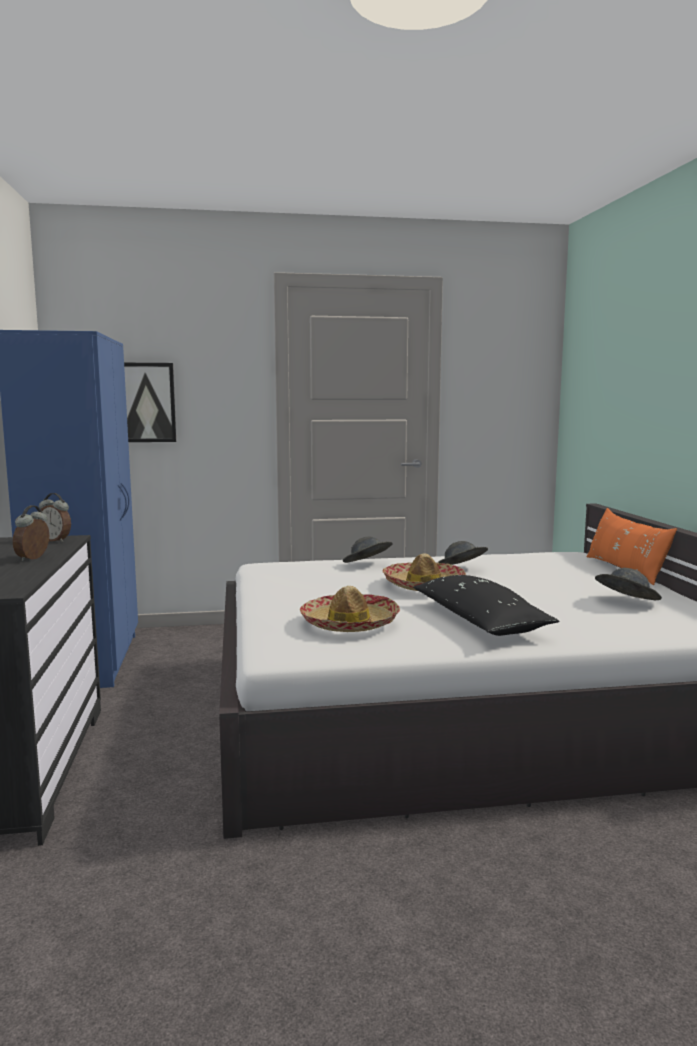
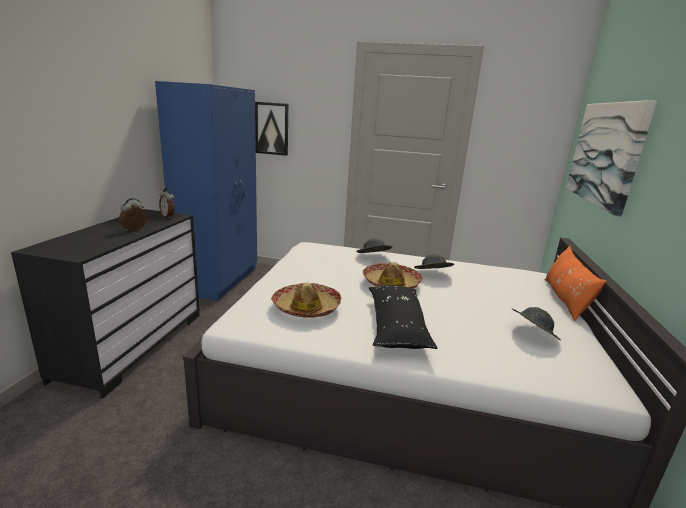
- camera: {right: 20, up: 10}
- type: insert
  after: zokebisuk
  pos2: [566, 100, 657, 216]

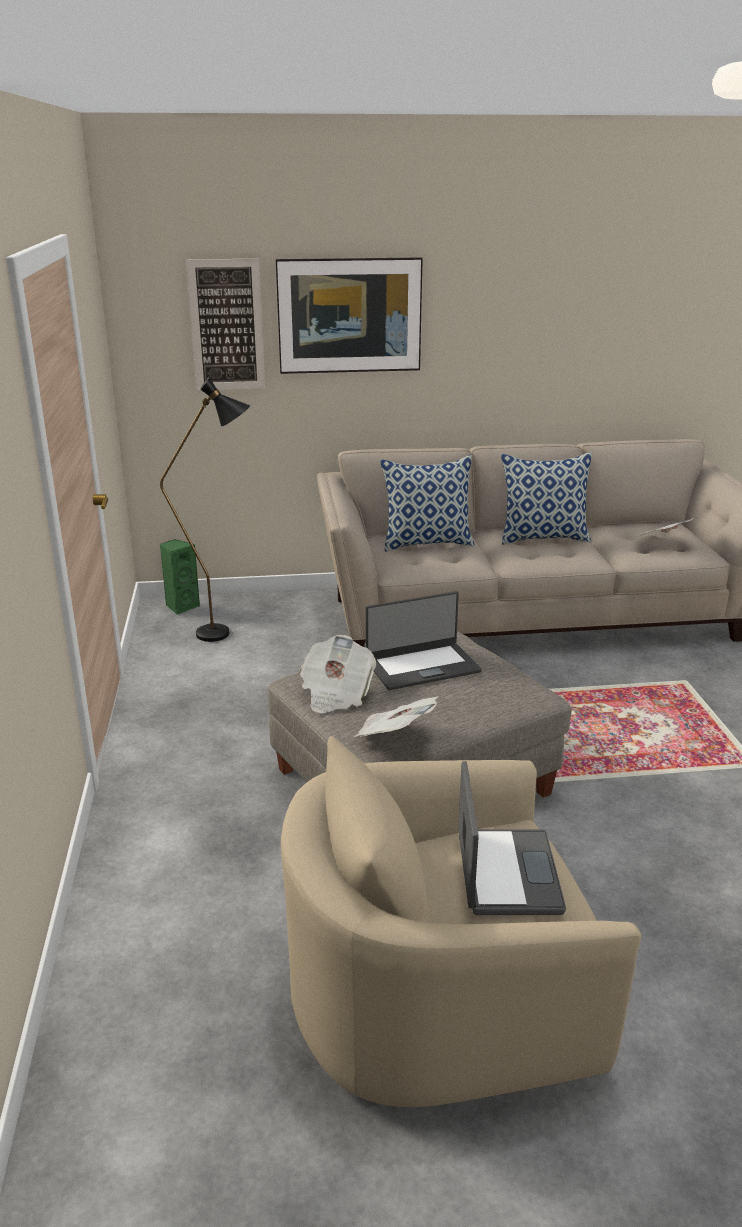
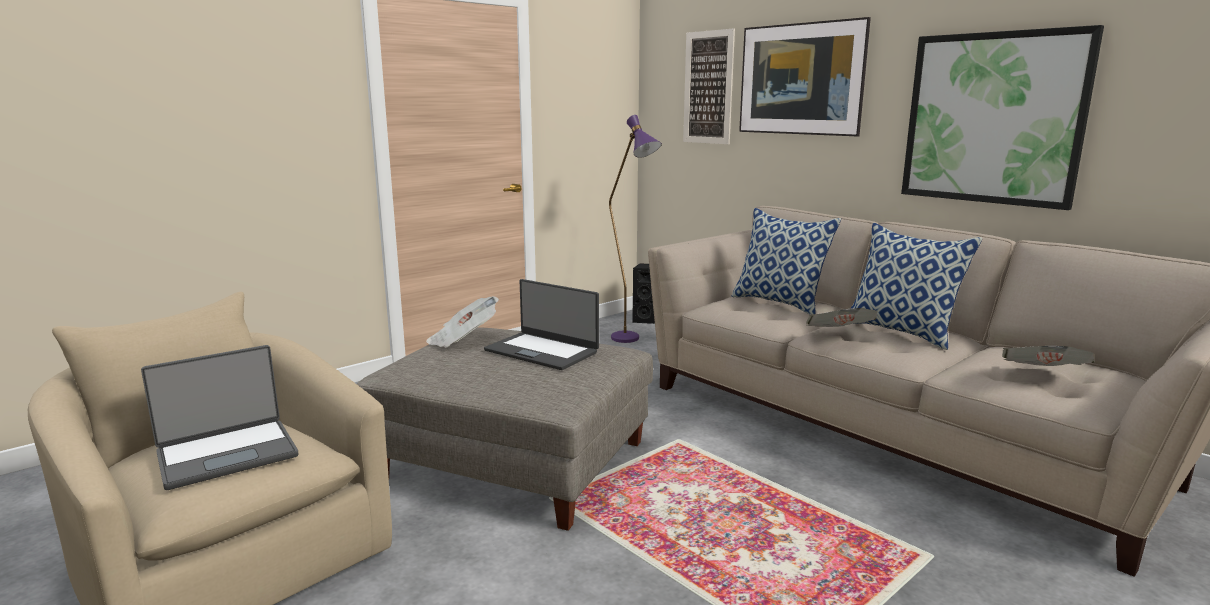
- camera: {right: 55, up: -10}
- type: recolor
  before: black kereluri
  after: purple kereluri
  pos1: [160, 377, 251, 642]
  pos2: [609, 115, 662, 343]
- type: recolor
  before: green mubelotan
  after: black mubelotan
  pos1: [160, 539, 200, 615]
  pos2: [632, 263, 655, 324]
- type: move
  before: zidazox
  pos1: [354, 697, 438, 737]
  pos2: [806, 308, 878, 327]
- type: insert
  after: zokebisuk
  pos2: [901, 25, 1104, 210]

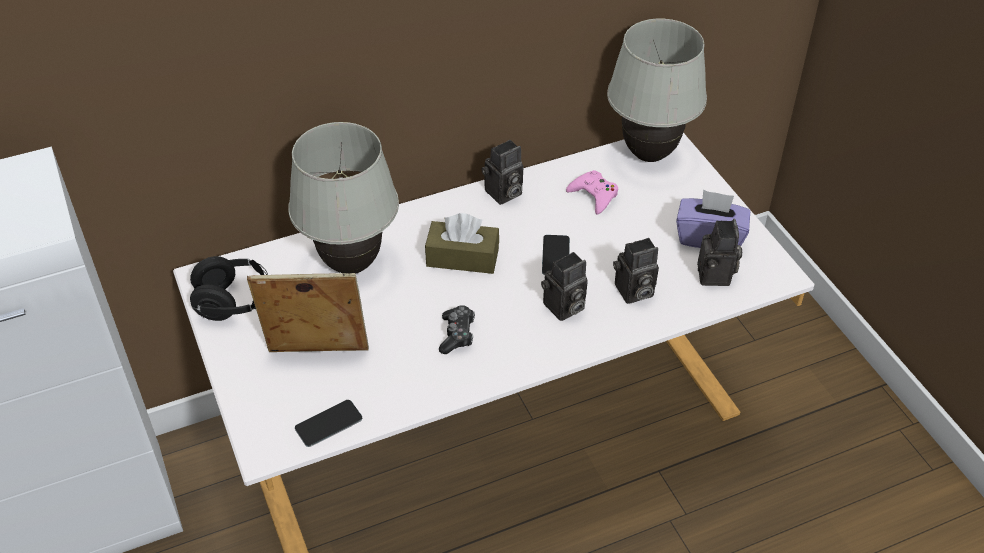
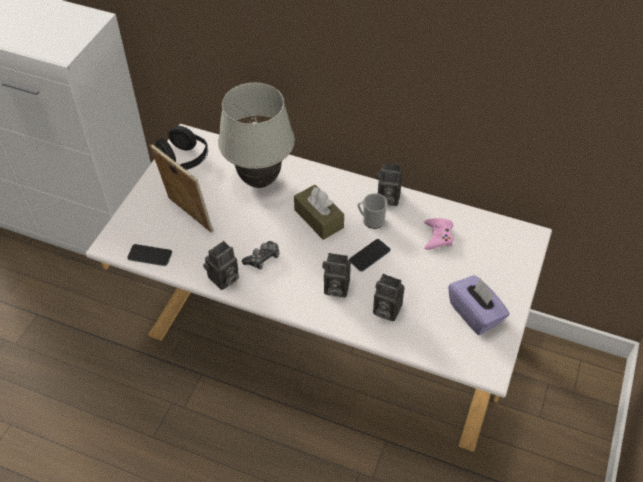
- camera: {right: 45, up: 5}
- type: delete
  before: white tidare
  pos1: [607, 19, 707, 162]
- type: move
  before: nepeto
  pos1: [697, 219, 742, 286]
  pos2: [203, 241, 239, 290]
- type: insert
  after: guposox
  pos2: [357, 193, 388, 229]

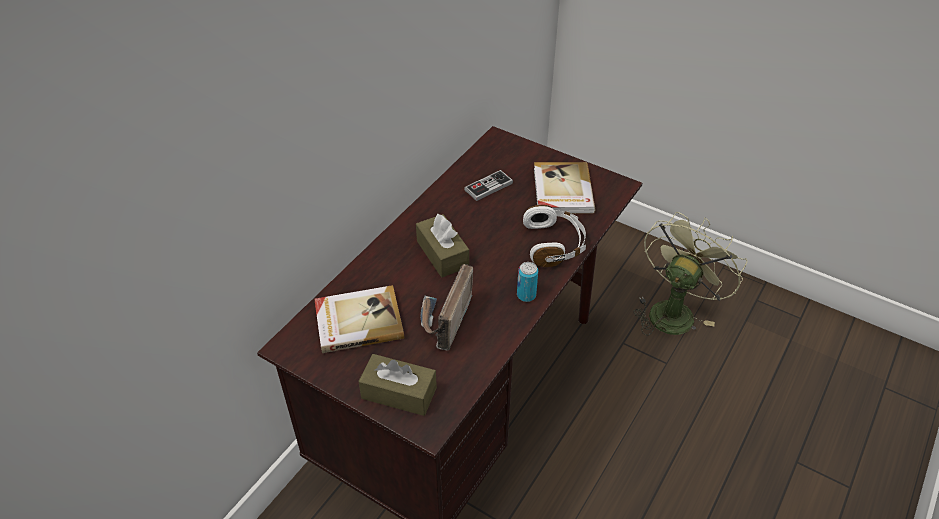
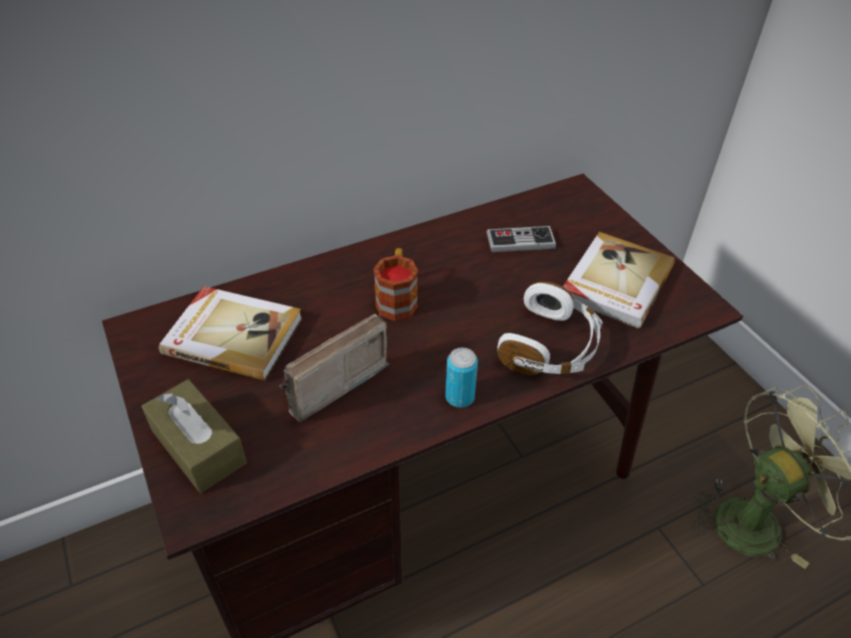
- camera: {right: 30, up: 0}
- type: replace
  before: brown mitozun
  after: guposox
  pos1: [416, 214, 469, 277]
  pos2: [373, 248, 418, 321]

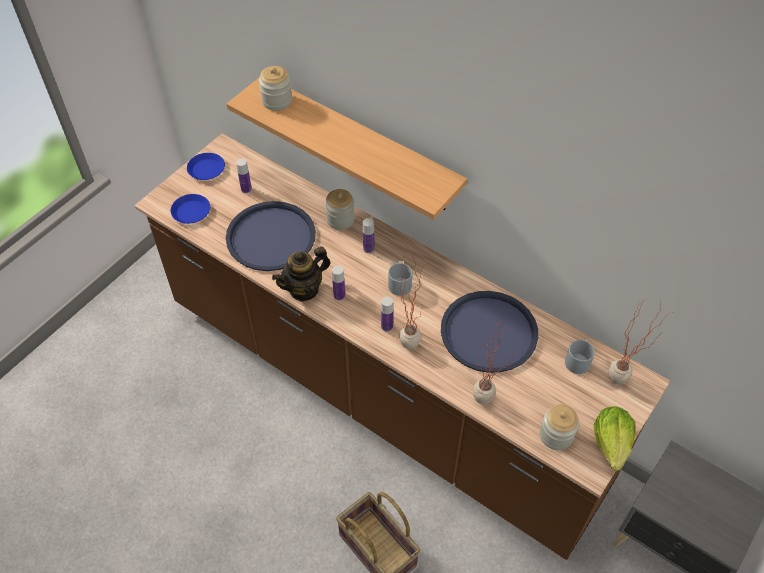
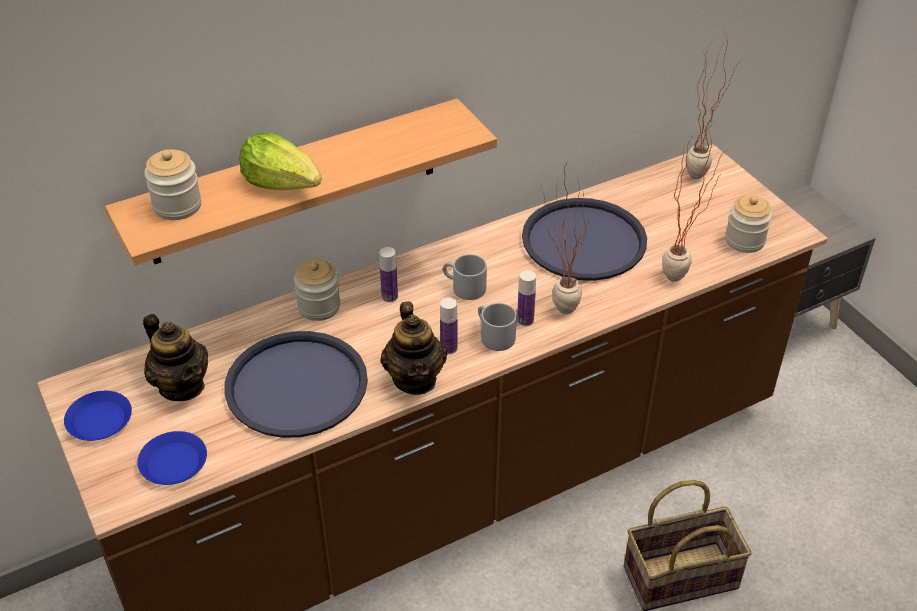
- camera: {right: -65, up: -10}
- type: replace
  before: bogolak
  after: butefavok
  pos1: [236, 159, 252, 194]
  pos2: [143, 314, 208, 401]
- type: move
  before: grey guposox
  pos1: [565, 338, 595, 374]
  pos2: [478, 303, 517, 351]
- type: move
  before: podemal
  pos1: [594, 406, 636, 471]
  pos2: [239, 133, 322, 190]

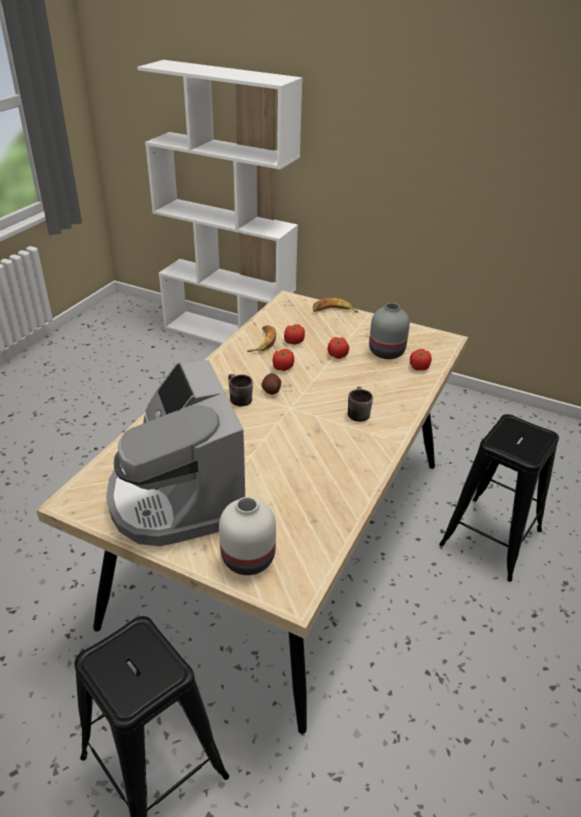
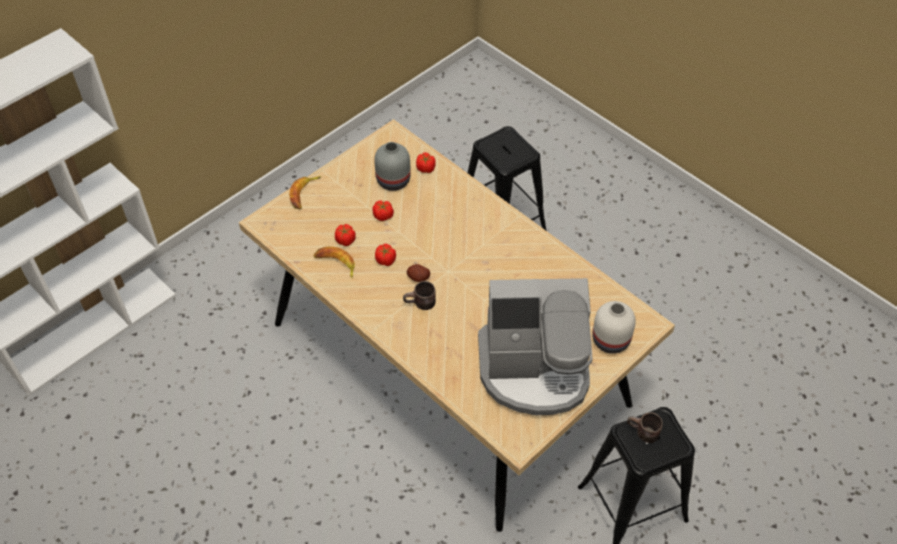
- camera: {right: -70, up: 15}
- type: move
  before: brown guposox
  pos1: [348, 386, 373, 422]
  pos2: [627, 412, 663, 443]

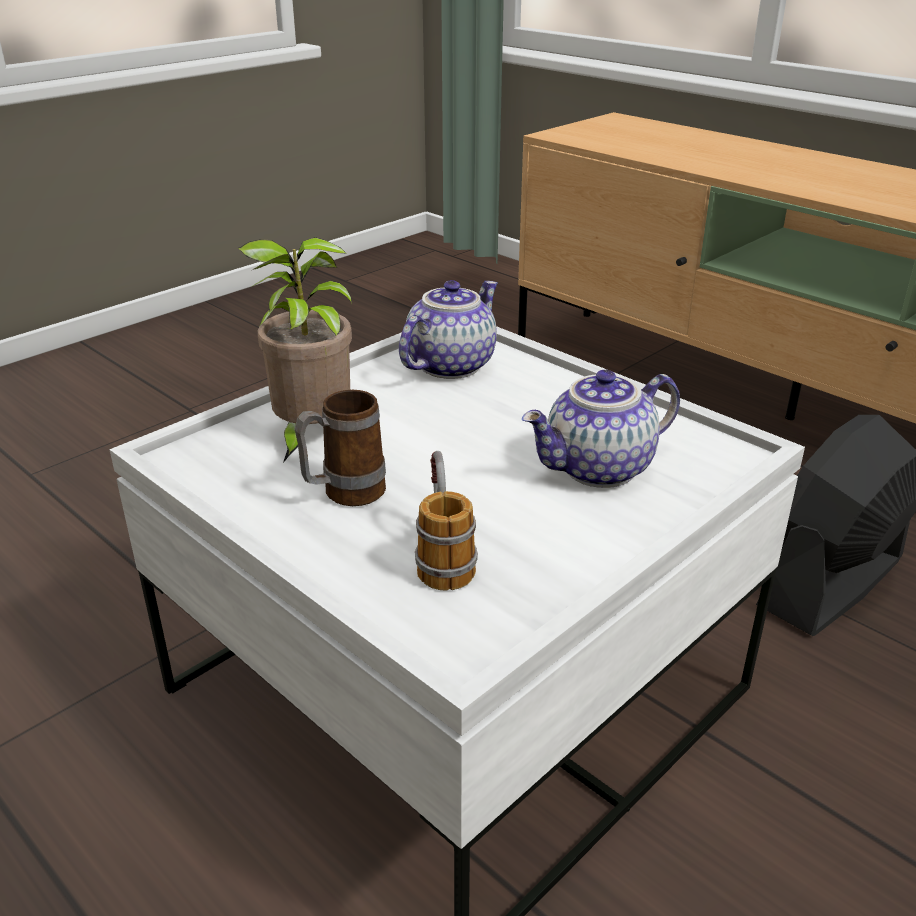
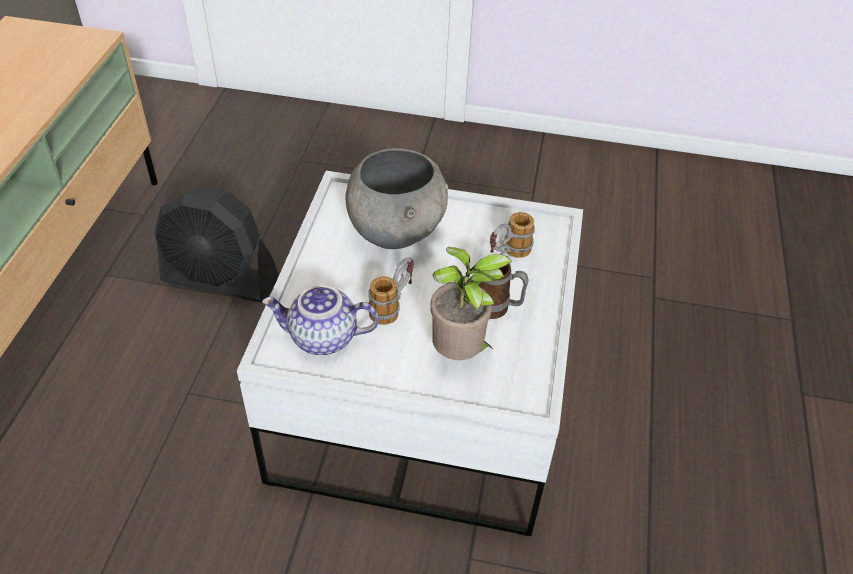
- camera: {right: -125, up: 15}
- type: replace
  before: butefavok
  after: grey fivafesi
  pos1: [522, 370, 680, 488]
  pos2: [345, 148, 448, 249]
- type: insert
  after: guposox
  pos2: [368, 258, 414, 325]

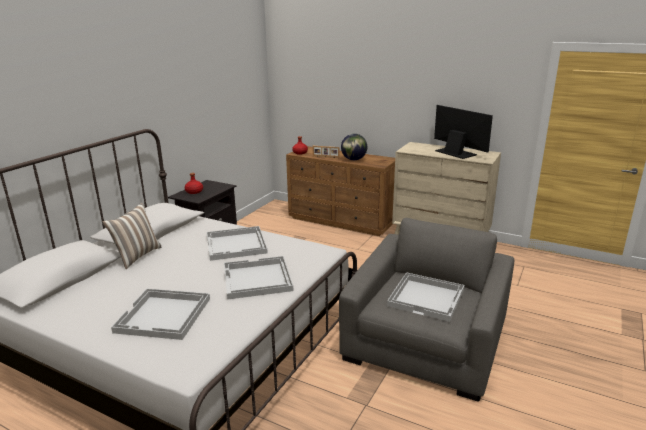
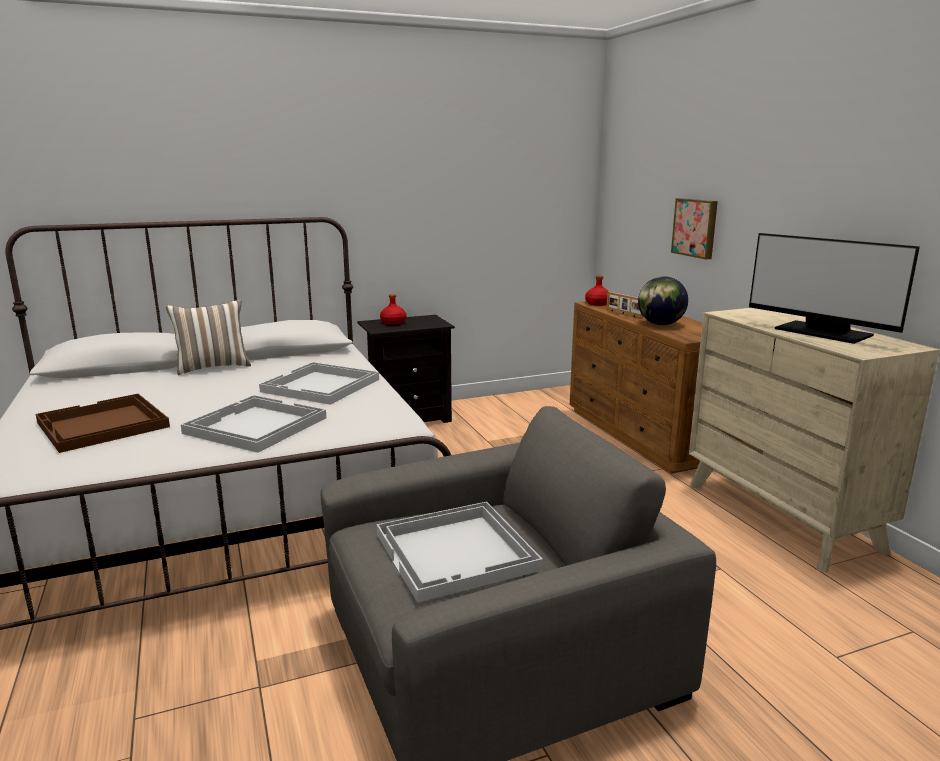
- camera: {right: 40, up: -5}
- type: rotate
  before: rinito
  pos1: [434, 105, 493, 159]
  pos2: [749, 233, 920, 344]
  turn: 135
- type: recolor
  before: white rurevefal
  after: brown rurevefal
  pos1: [111, 289, 210, 340]
  pos2: [36, 394, 170, 453]
- type: insert
  after: zokebisuk
  pos2: [671, 198, 718, 259]

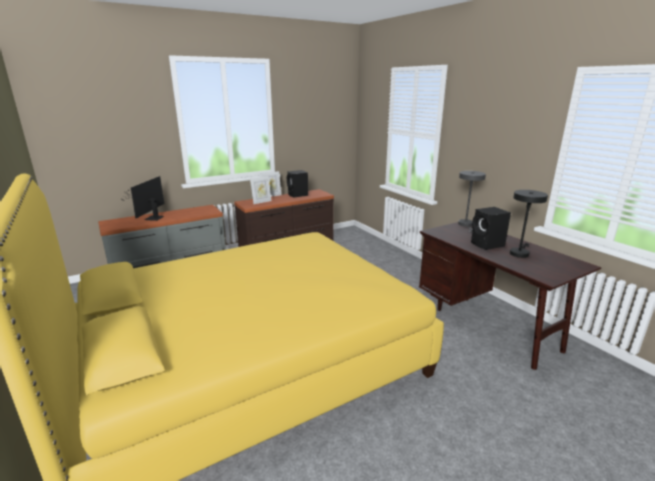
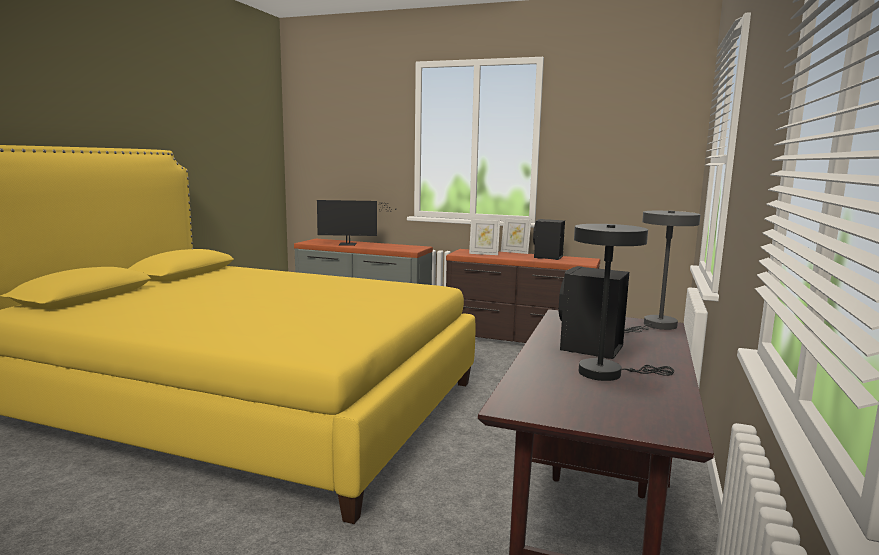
- camera: {right: 50, up: -10}
- type: rotate
  before: rinito
  pos1: [123, 176, 164, 221]
  pos2: [317, 200, 393, 246]
  turn: -150

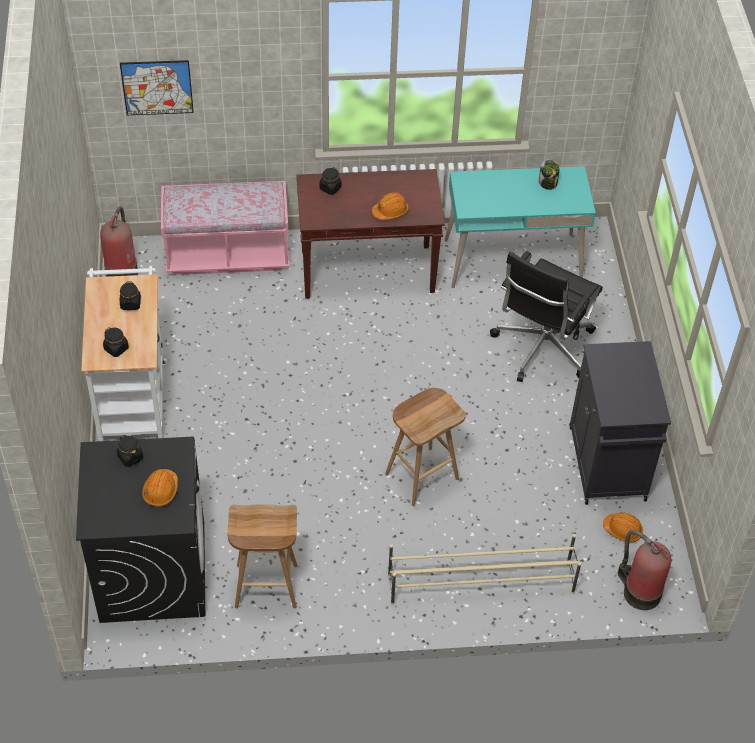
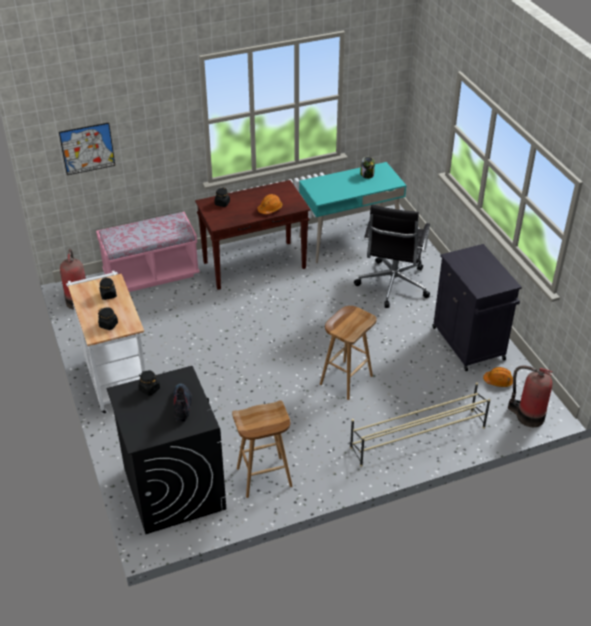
- camera: {right: -15, up: -10}
- type: replace
  before: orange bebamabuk
  after: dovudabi
  pos1: [142, 469, 178, 507]
  pos2: [173, 384, 192, 422]

